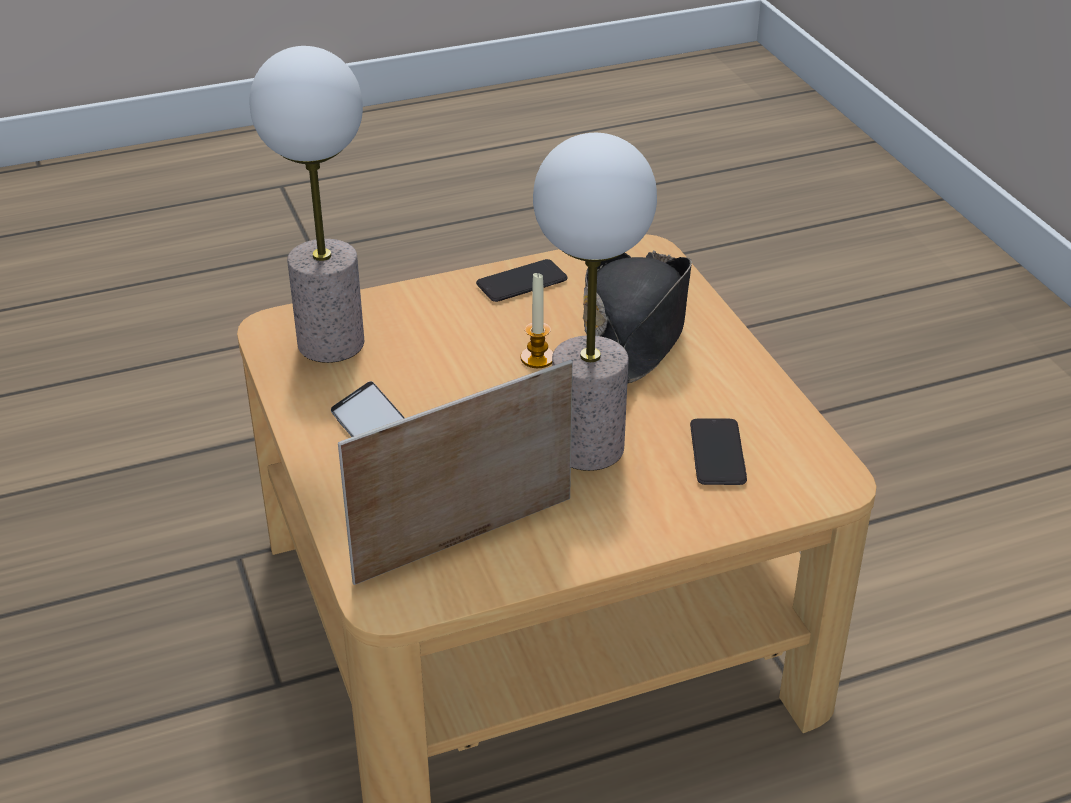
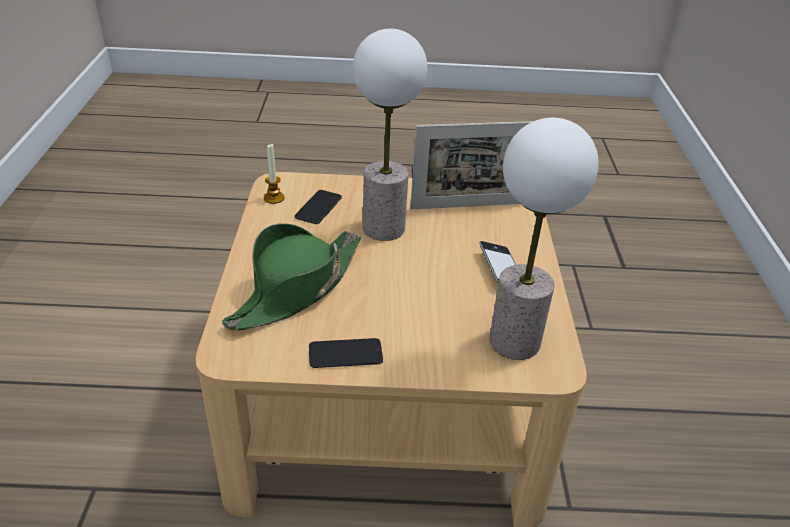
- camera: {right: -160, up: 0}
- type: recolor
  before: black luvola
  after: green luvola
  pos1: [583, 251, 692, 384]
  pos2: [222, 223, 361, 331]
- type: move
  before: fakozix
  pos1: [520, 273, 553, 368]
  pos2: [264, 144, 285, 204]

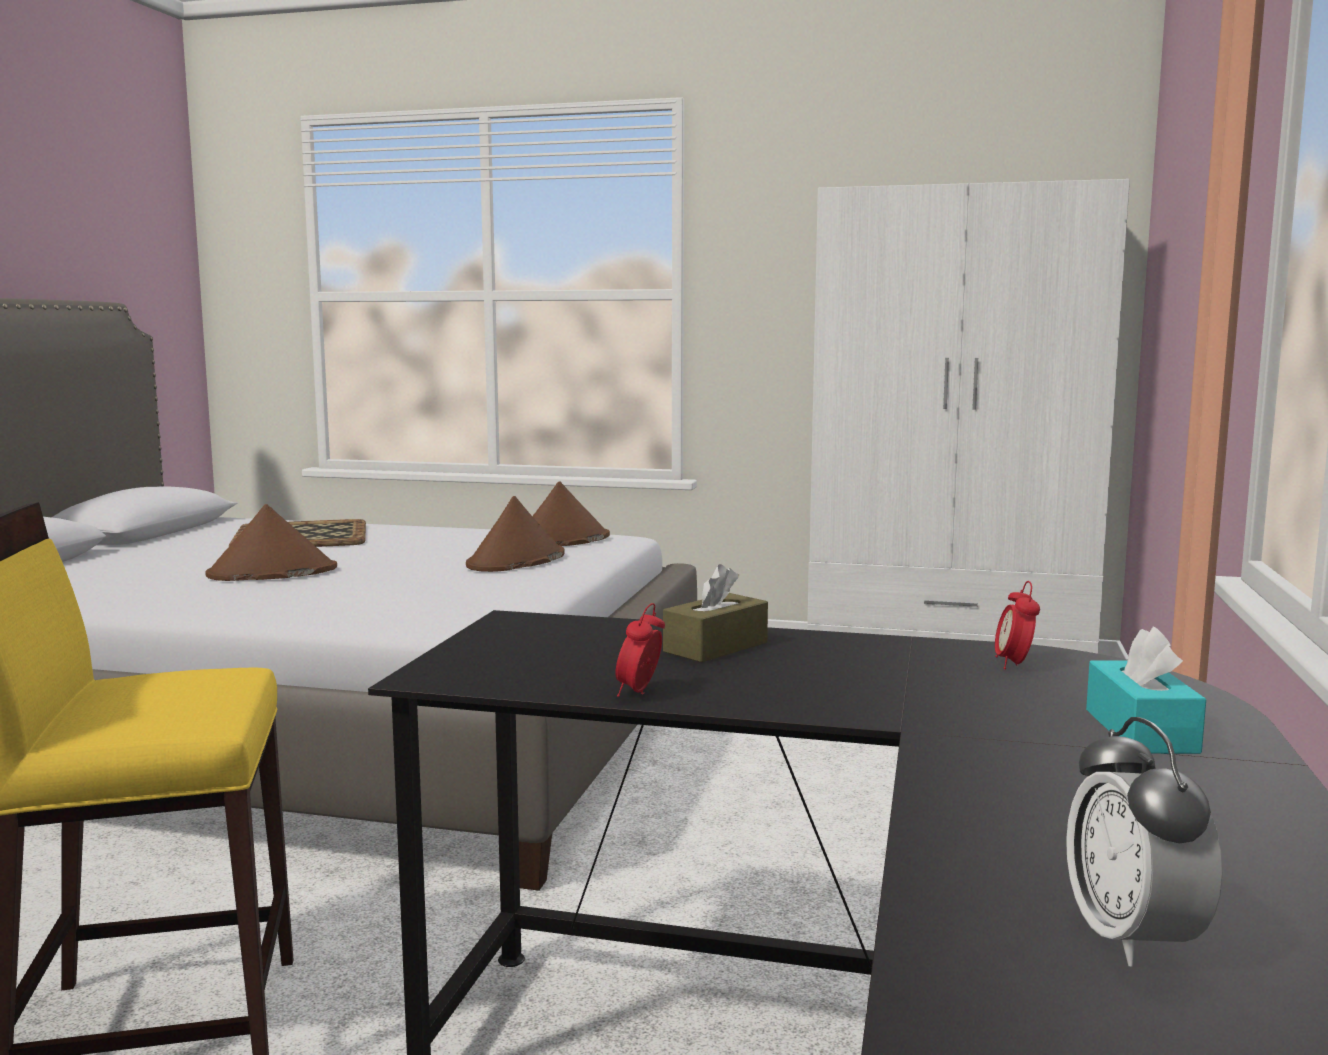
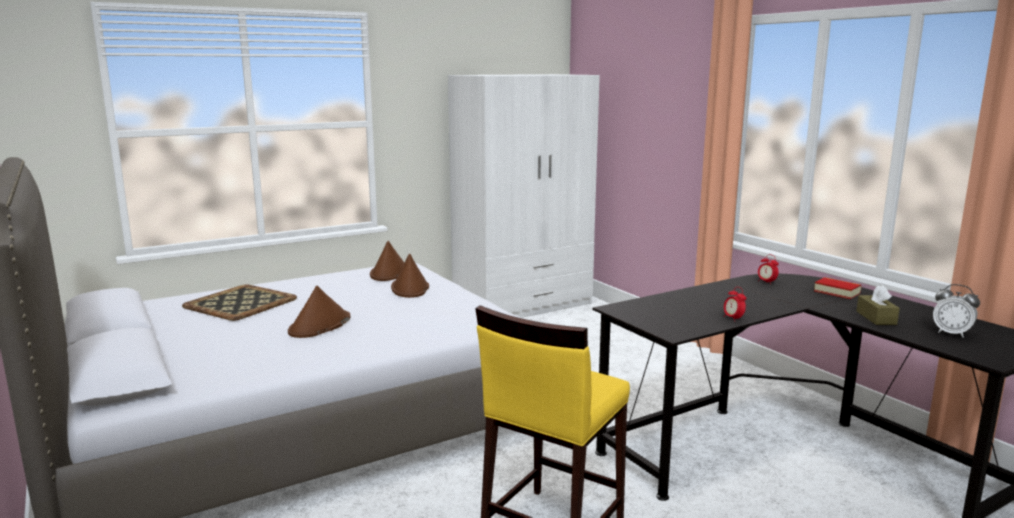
- camera: {right: -45, up: 5}
- type: move
  before: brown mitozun
  pos1: [663, 564, 768, 662]
  pos2: [857, 285, 900, 325]
- type: replace
  before: turquoise mitozun
  after: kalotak
  pos1: [1086, 626, 1206, 754]
  pos2: [814, 277, 861, 299]

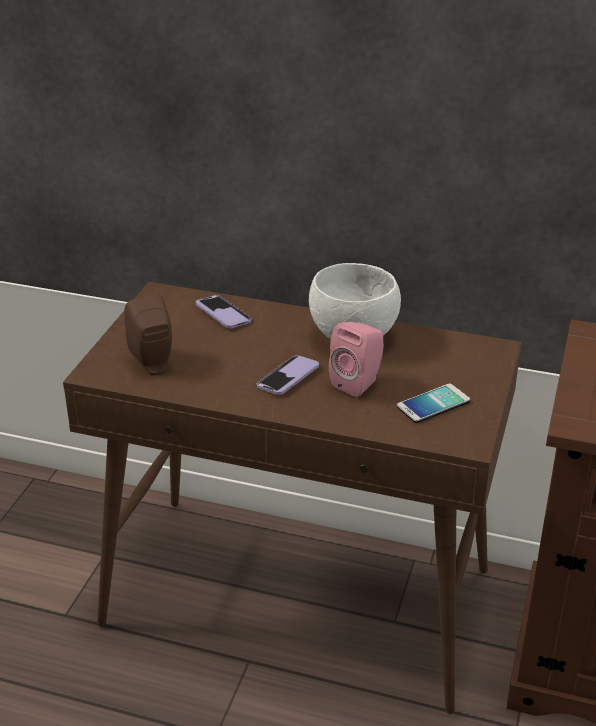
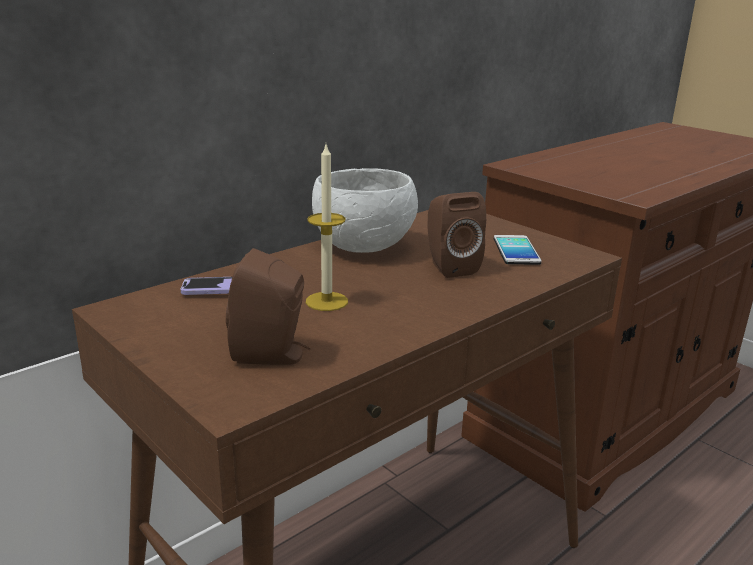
- camera: {right: -60, up: -10}
- type: recolor
  before: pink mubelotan
  after: brown mubelotan
  pos1: [329, 322, 384, 397]
  pos2: [428, 192, 486, 278]
- type: delete
  before: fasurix
  pos1: [256, 355, 319, 395]
- type: insert
  after: fakozix
  pos2: [306, 145, 348, 311]

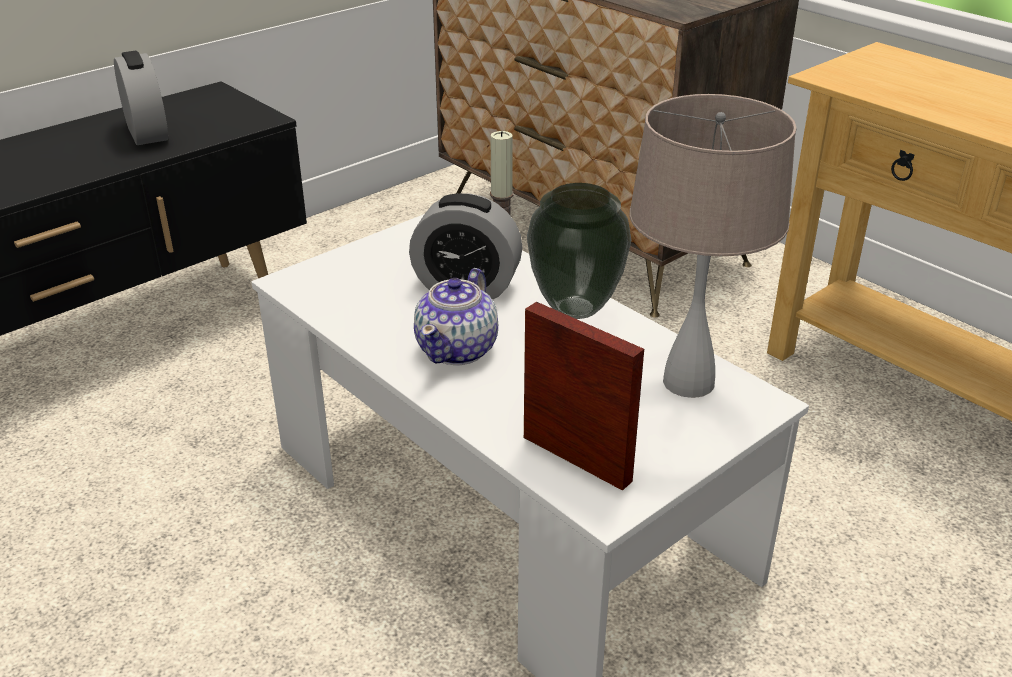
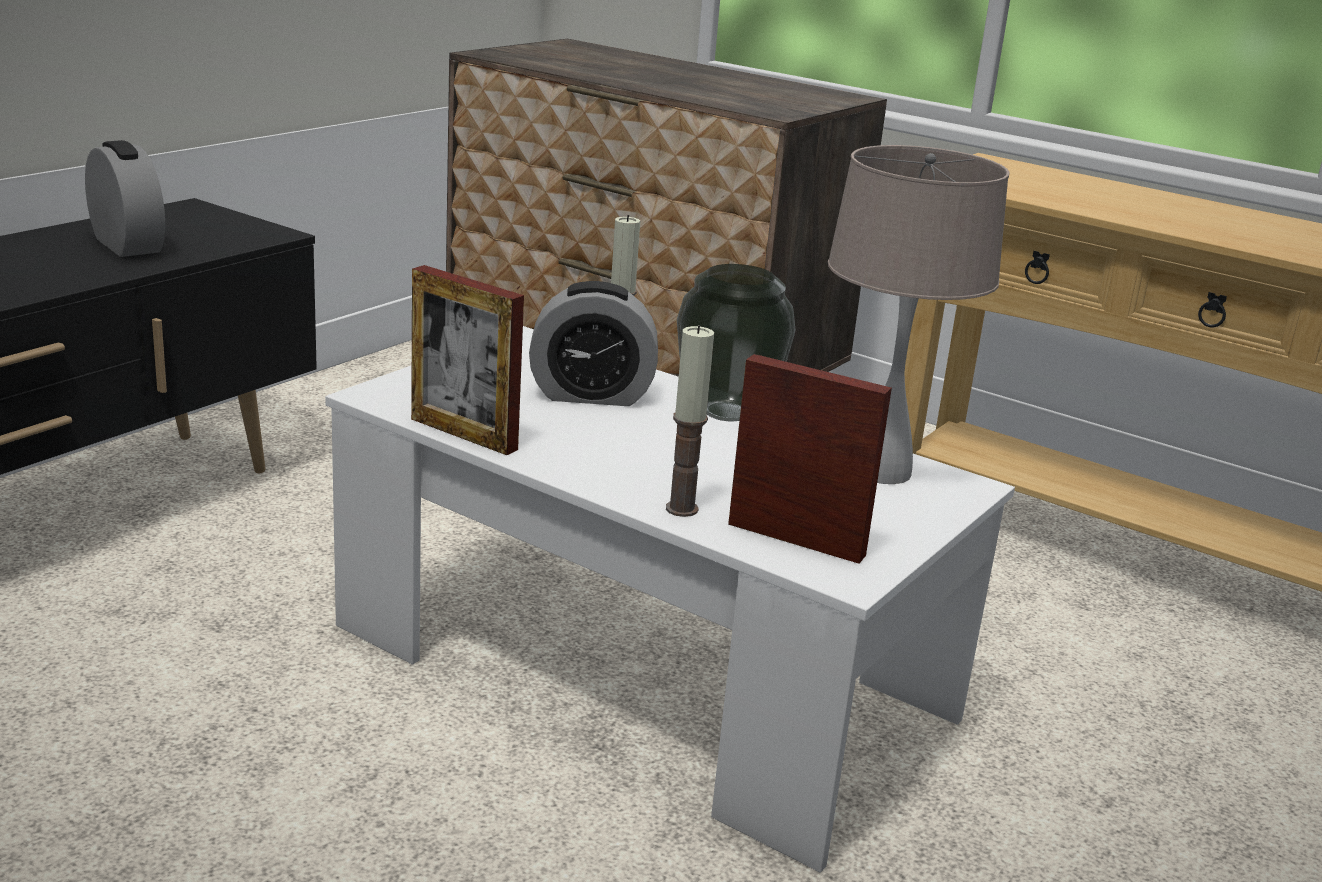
- camera: {right: -15, up: -10}
- type: delete
  before: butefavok
  pos1: [414, 268, 498, 365]
- type: insert
  after: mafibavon
  pos2: [411, 265, 524, 455]
- type: insert
  after: fakozix
  pos2: [666, 325, 714, 517]

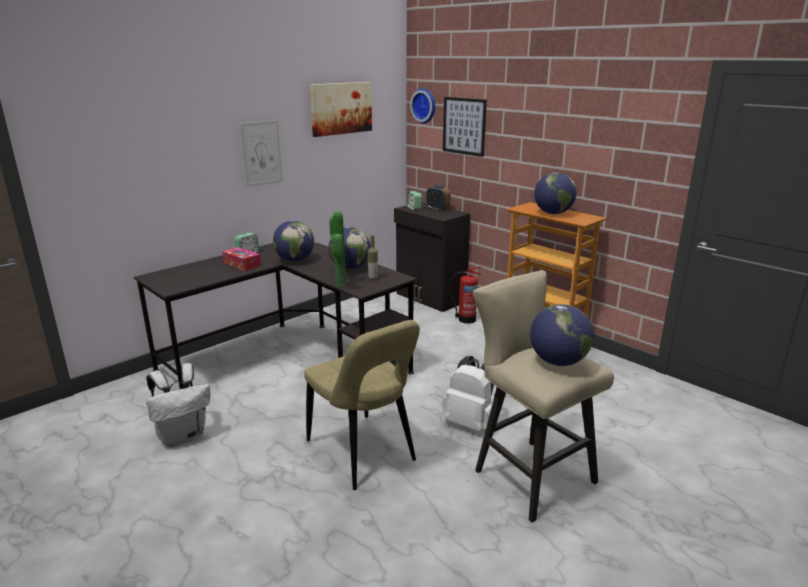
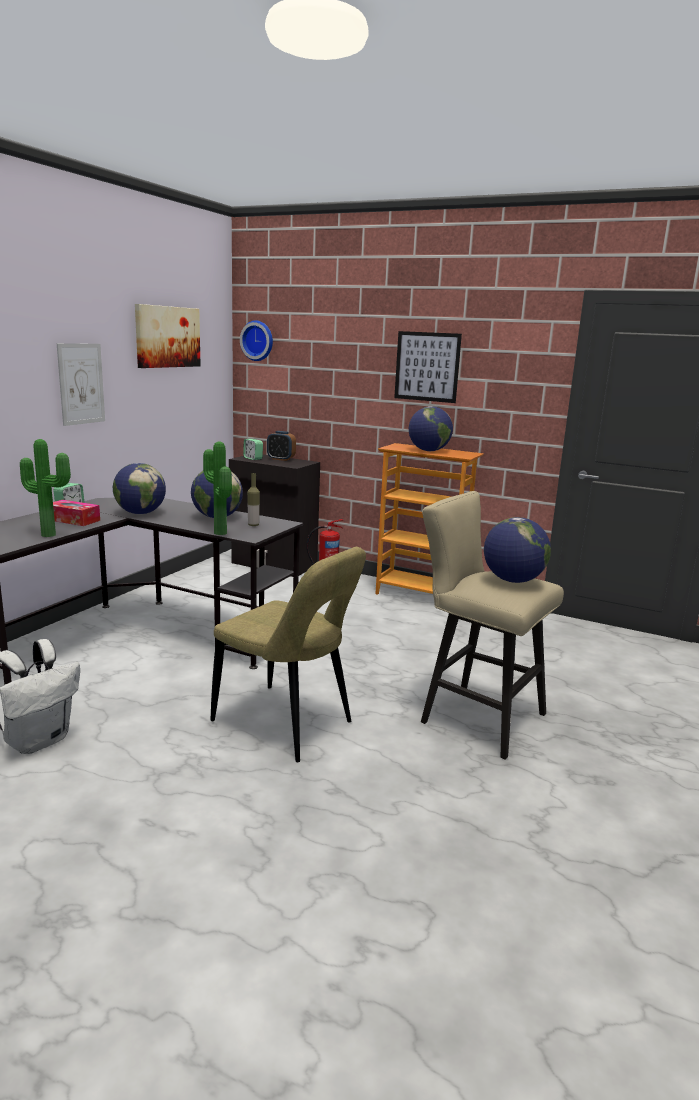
- camera: {right: -20, up: -5}
- type: move
  before: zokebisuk
  pos1: [443, 97, 487, 157]
  pos2: [394, 331, 462, 403]
- type: delete
  before: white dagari
  pos1: [442, 356, 494, 432]
- type: insert
  after: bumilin
  pos2: [20, 439, 71, 537]

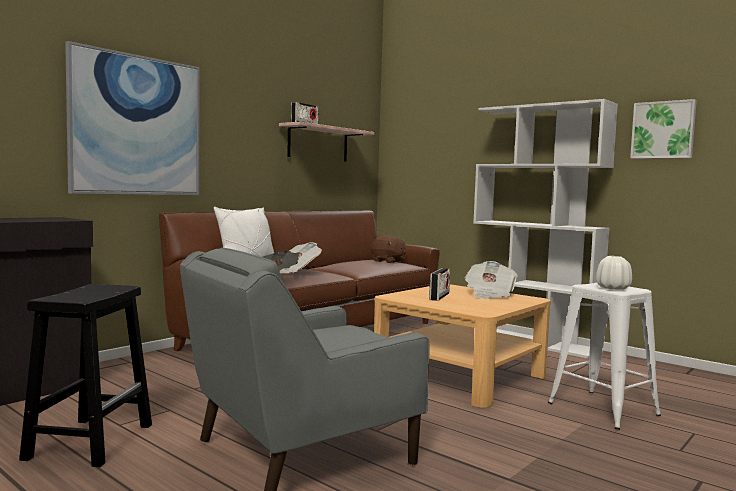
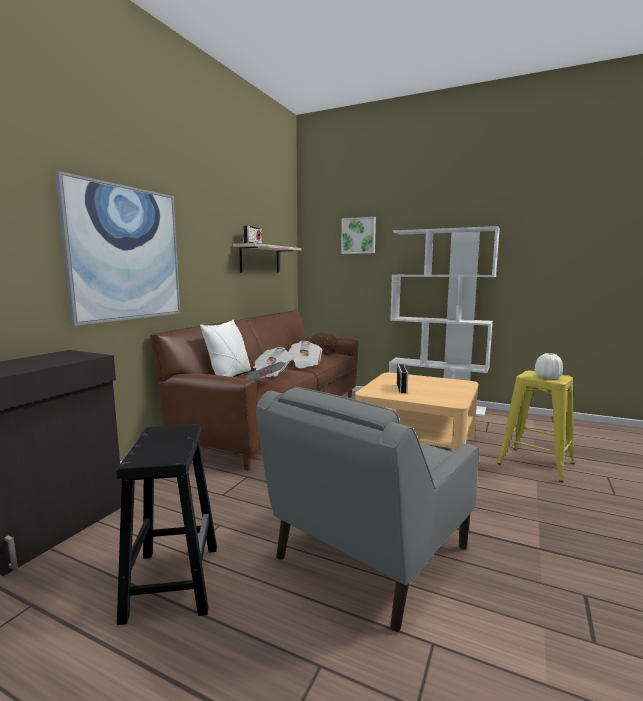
- camera: {right: -15, up: 5}
- type: move
  before: zokebisuk
  pos1: [630, 99, 697, 159]
  pos2: [341, 217, 376, 254]
- type: move
  before: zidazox
  pos1: [464, 261, 518, 299]
  pos2: [289, 341, 322, 368]
- type: recolor
  before: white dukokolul
  after: yellow dukokolul
  pos1: [548, 283, 661, 430]
  pos2: [497, 371, 575, 482]

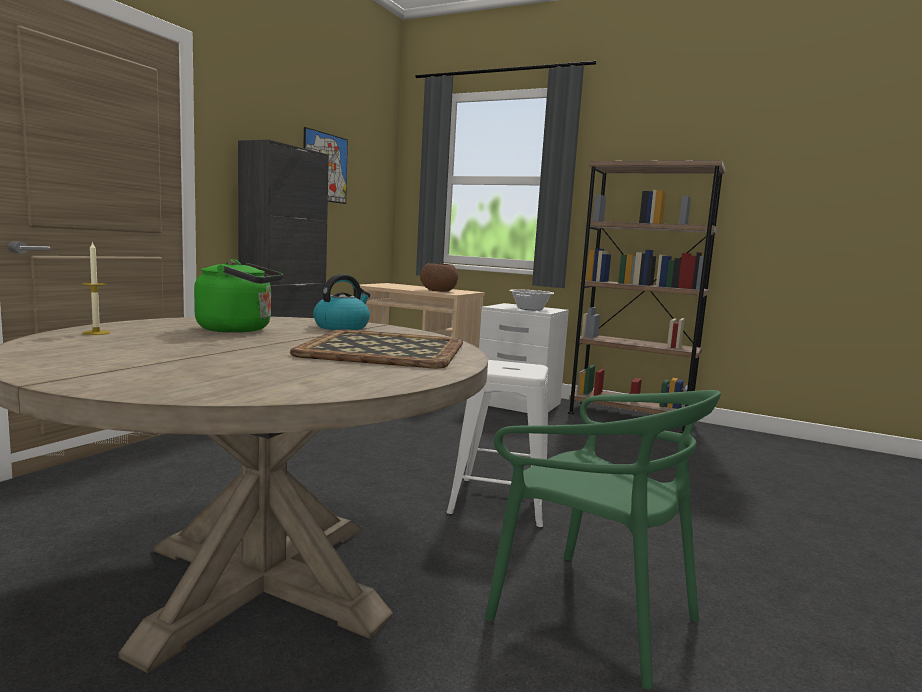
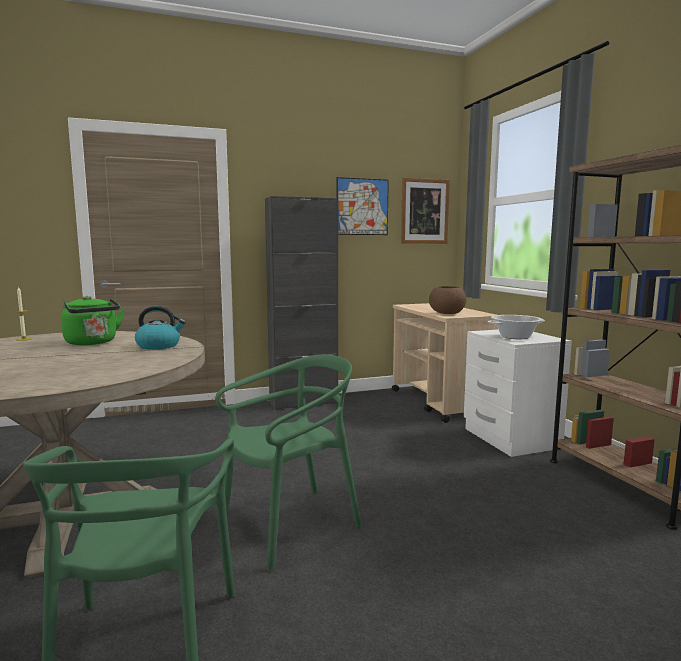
- camera: {right: 45, up: 0}
- type: delete
  before: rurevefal
  pos1: [290, 329, 463, 368]
- type: replace
  before: white dukokolul
  after: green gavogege
  pos1: [446, 360, 548, 529]
  pos2: [215, 354, 362, 571]
- type: insert
  after: zokebisuk
  pos2: [401, 178, 450, 244]

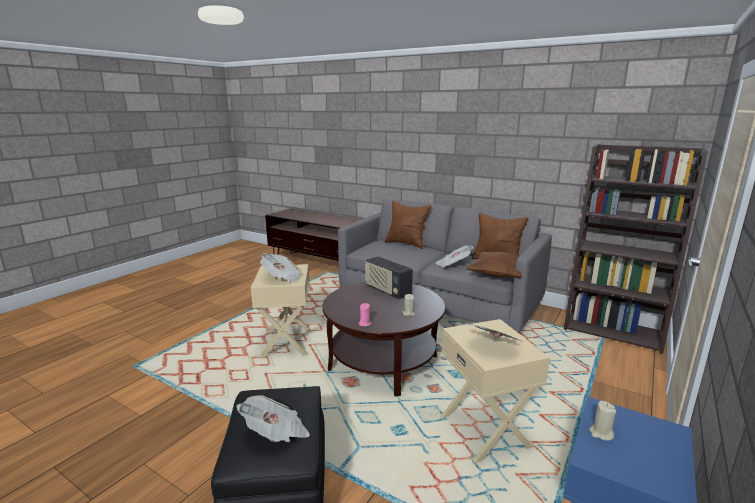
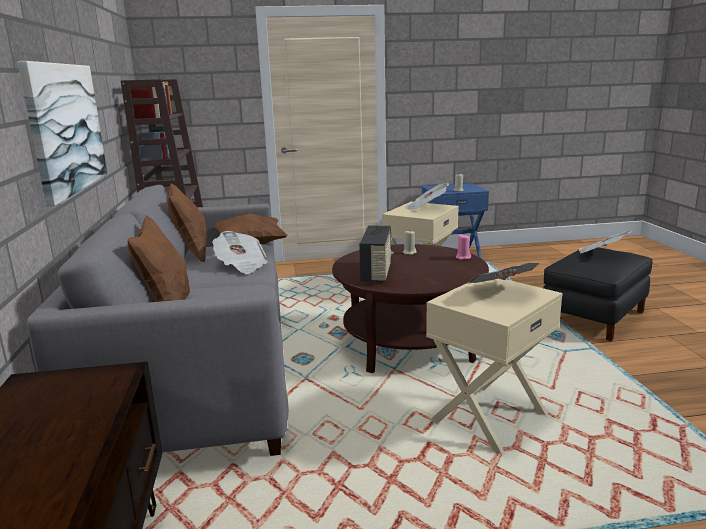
- camera: {right: -130, up: 0}
- type: insert
  after: zokebisuk
  pos2: [17, 61, 107, 206]

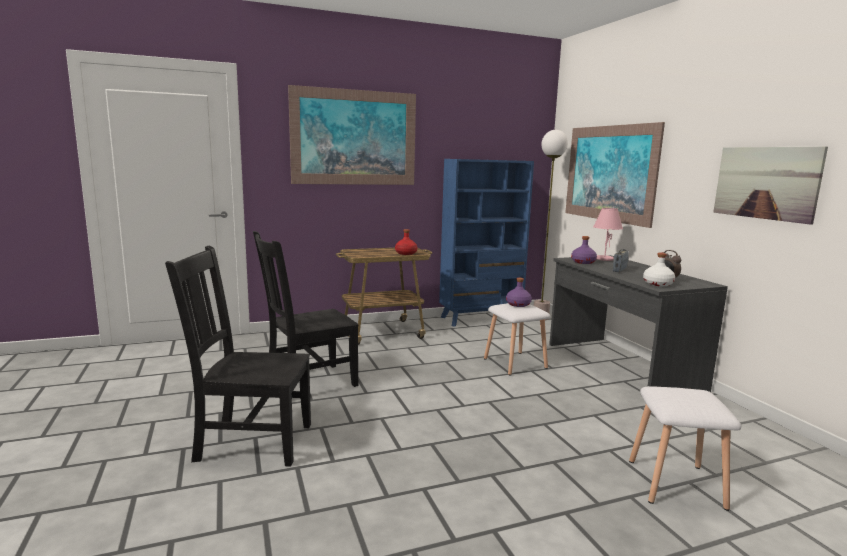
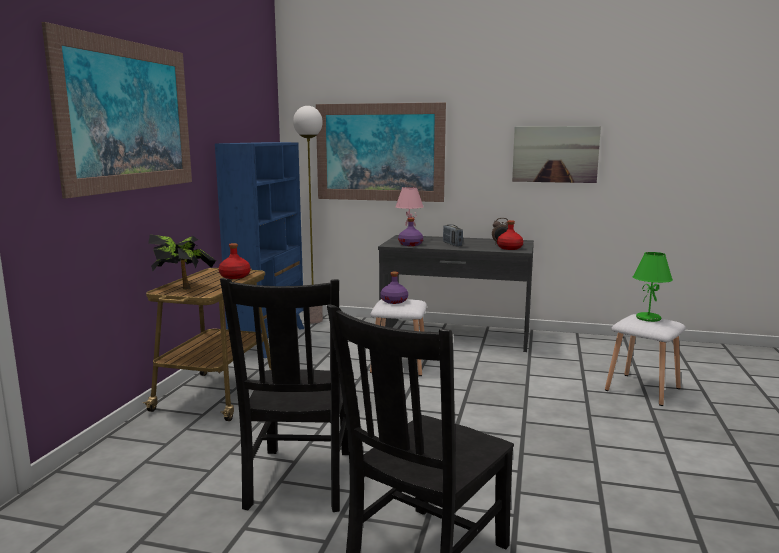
- camera: {right: -55, up: 0}
- type: recolor
  before: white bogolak
  after: red bogolak
  pos1: [643, 253, 675, 286]
  pos2: [497, 220, 523, 250]
- type: insert
  after: bumilin
  pos2: [148, 235, 216, 289]
- type: insert
  after: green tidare
  pos2: [633, 252, 673, 322]

